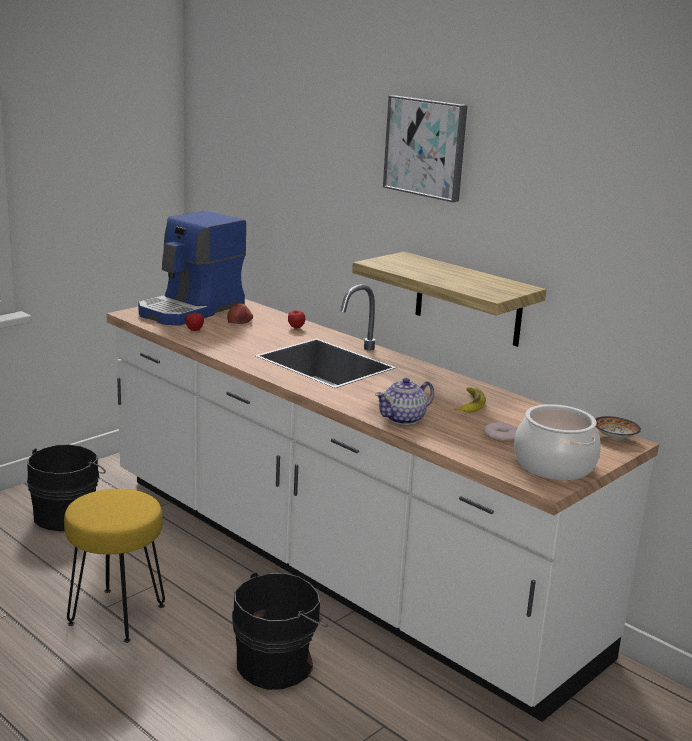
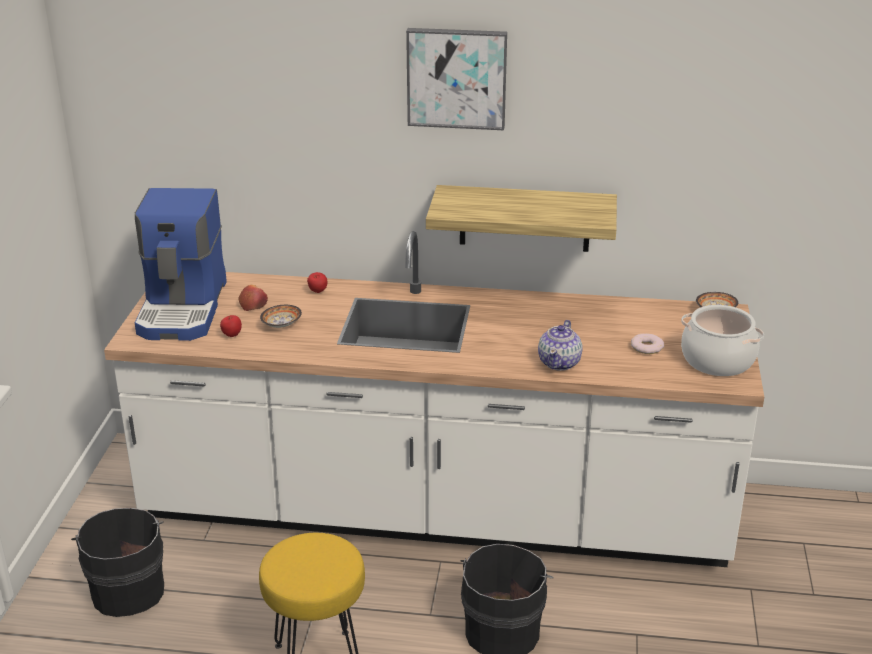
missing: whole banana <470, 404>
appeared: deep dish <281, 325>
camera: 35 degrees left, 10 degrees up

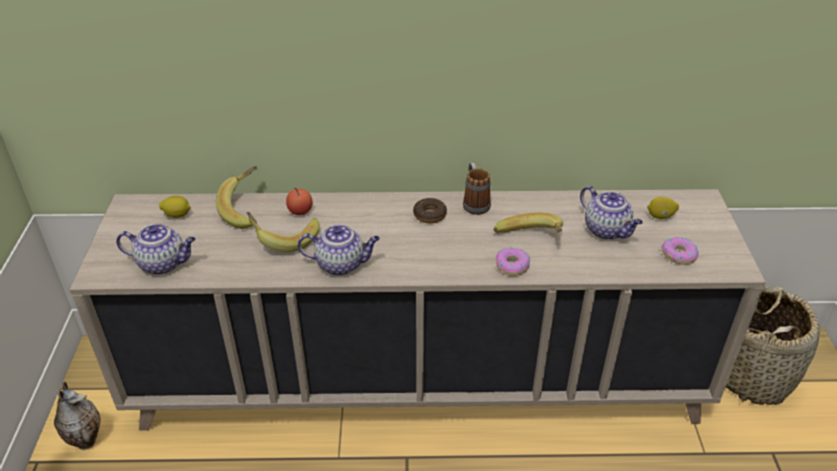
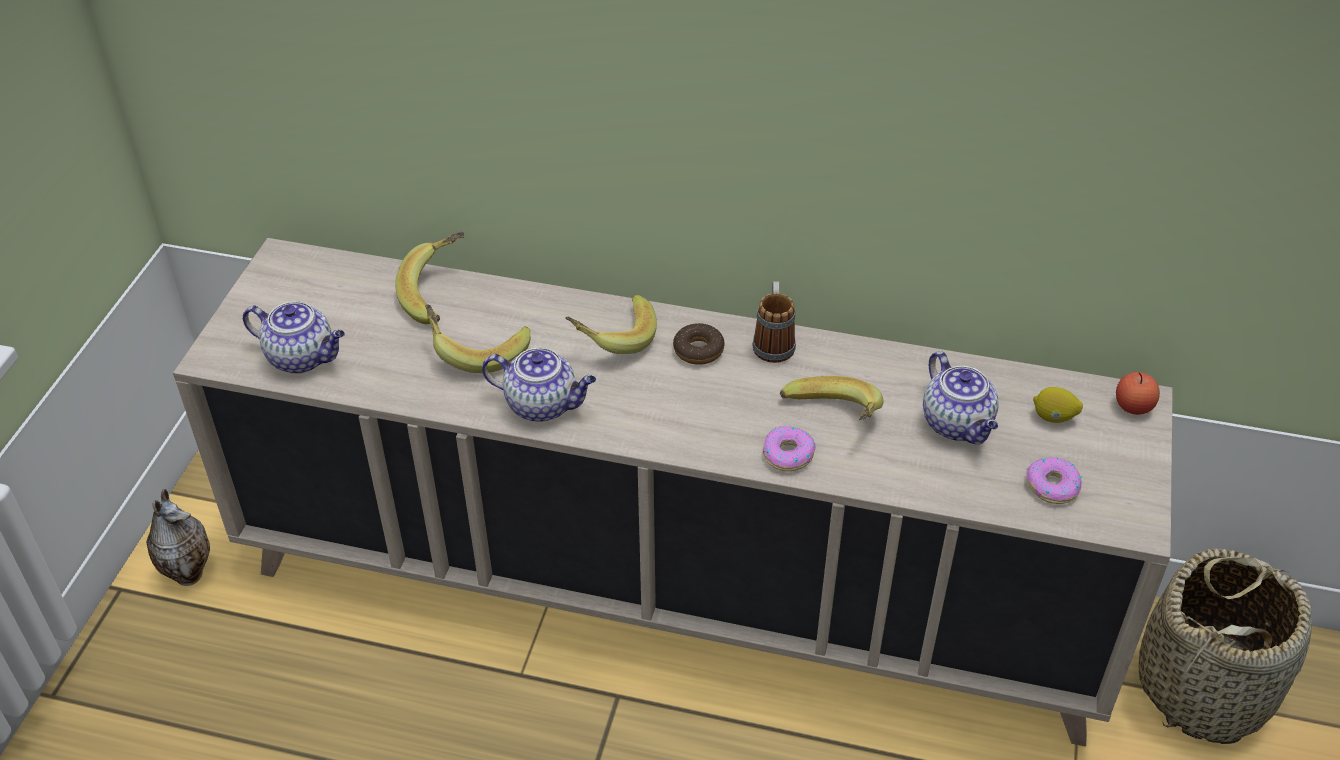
missing: whole lemon <177, 215>
appeared: whole banana <612, 337>
relocated: apple fruit <300, 211> to <1133, 406>
camera: 15 degrees right, 5 degrees up

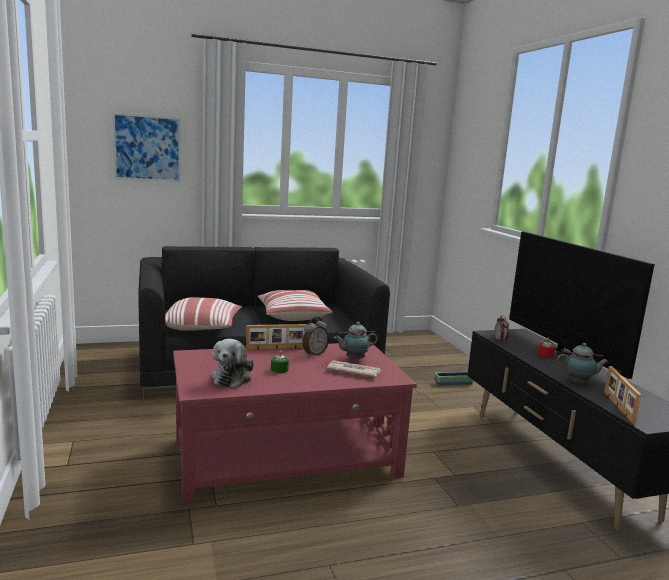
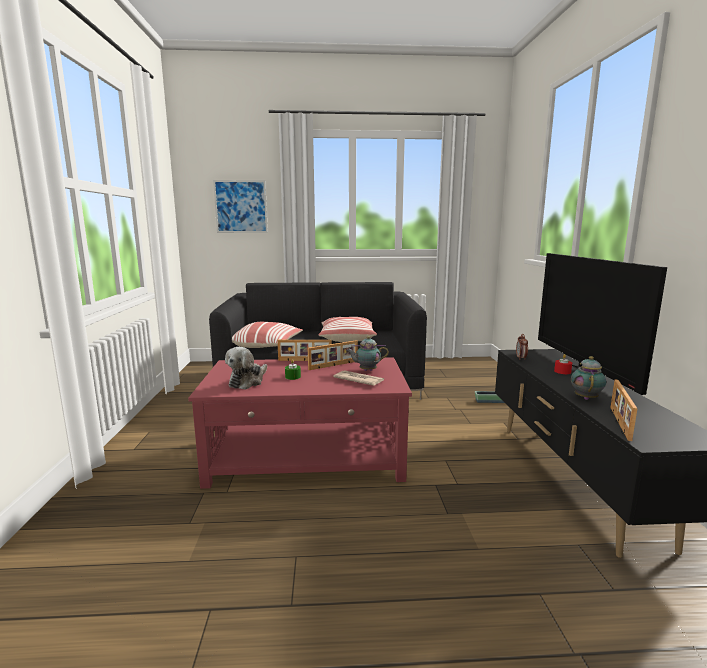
exchanged: table clock <314, 354> to picture frame <334, 365>
spun: teapot <579, 383> = <586, 398> 90 degrees counterclockwise
camera: 15 degrees right, 0 degrees up

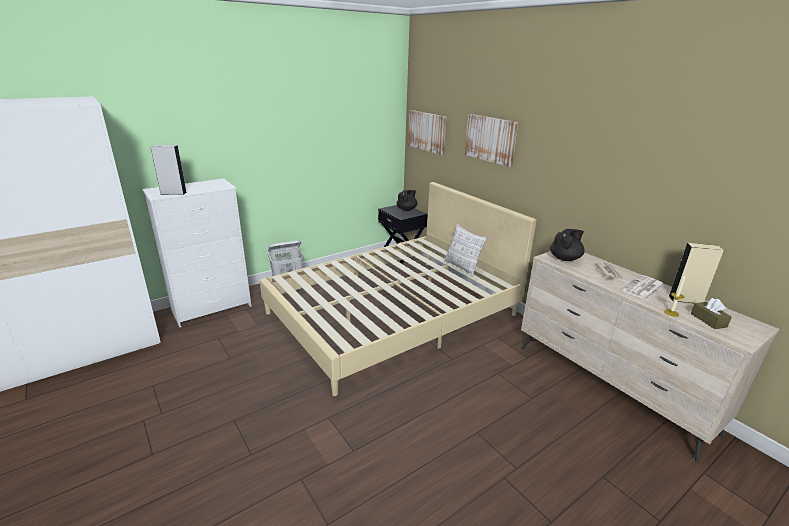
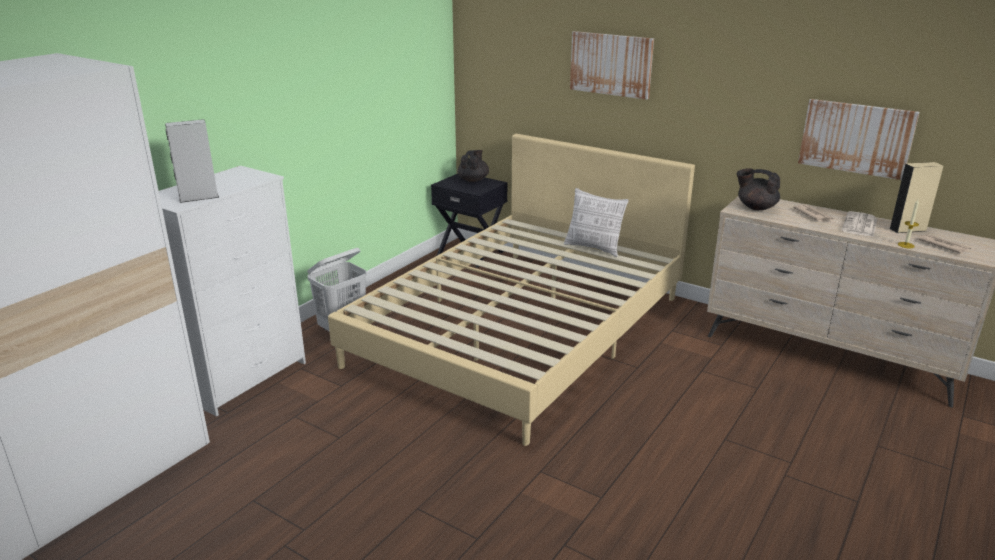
relocated: picture <427, 131> to <856, 138>
exchanged: tissue holder (brown) <708, 320> to printed paper <943, 245>
spun: teapot (blackish) <565, 258> = <755, 207> 90 degrees counterclockwise
camera: 20 degrees left, 0 degrees up

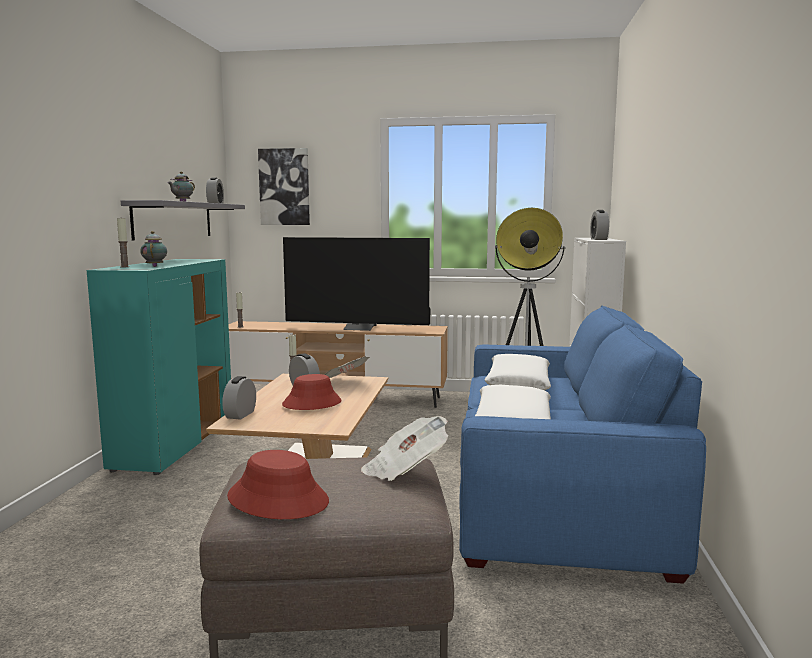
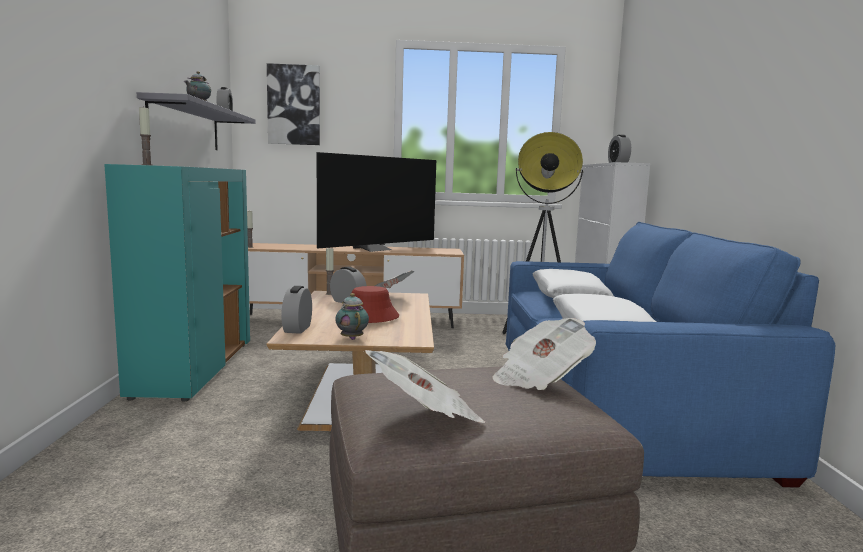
relocated: teapot <155, 266> to <351, 338>
exchanged: wearable hat (reddish) <278, 499> to printed paper <425, 415>
spun: television <359, 328> = <375, 249> 45 degrees counterclockwise
camera: 10 degrees left, 0 degrees up

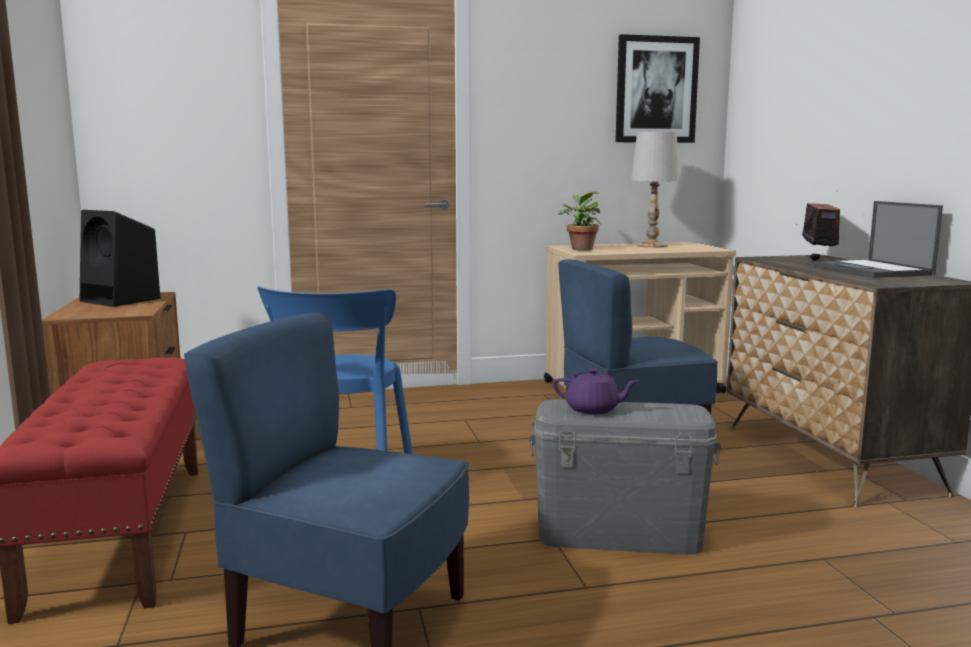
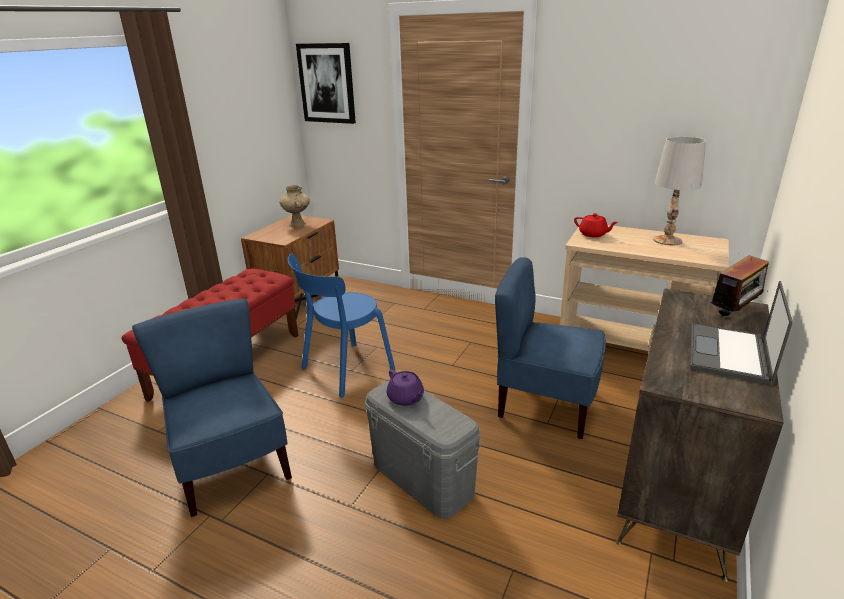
relocated: picture <656, 90> to <327, 83>
exchanged: loudspeaker (blackish) <122, 300> to vase (beige) <298, 224>; houseplant <580, 249> to teapot (reddish) <593, 234>
camera: 40 degrees right, 15 degrees up

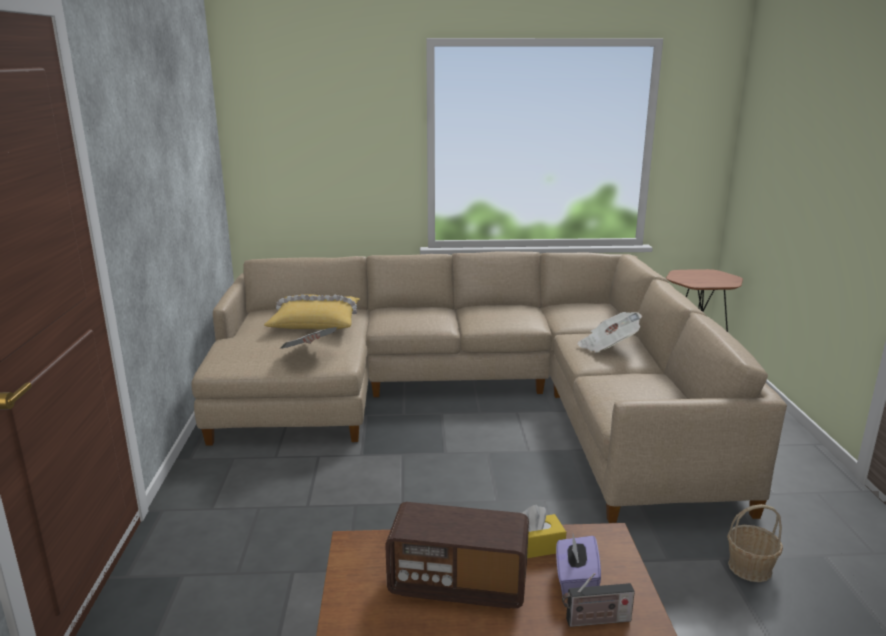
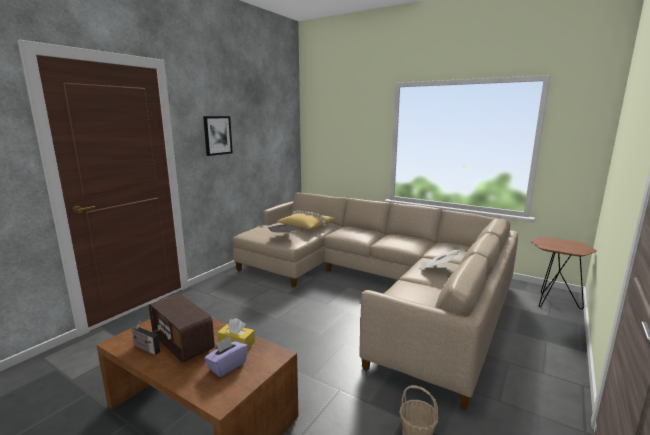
appeared: picture <217, 135>
relocated: radio <595, 621> to <145, 348>
camera: 35 degrees right, 5 degrees down

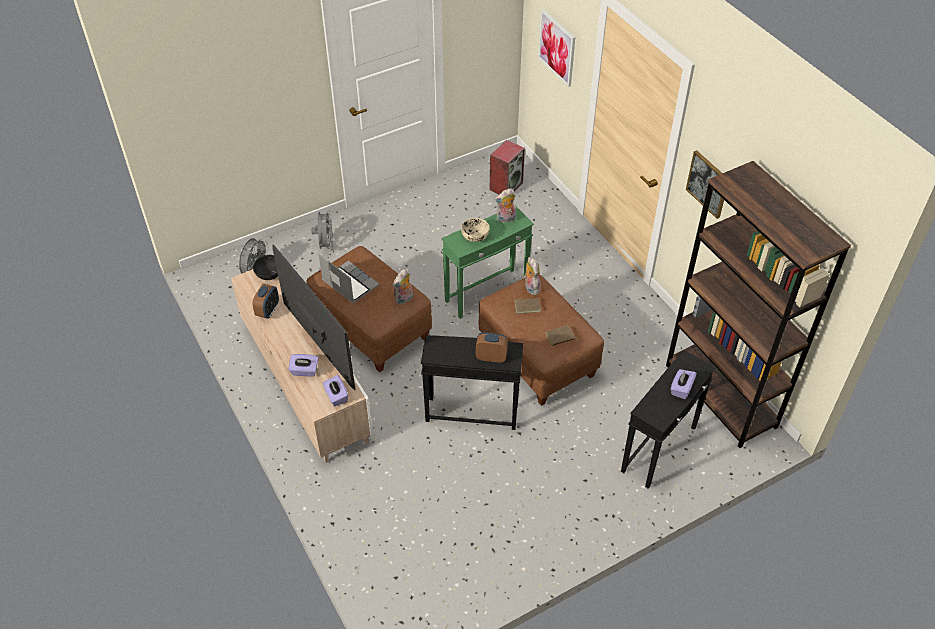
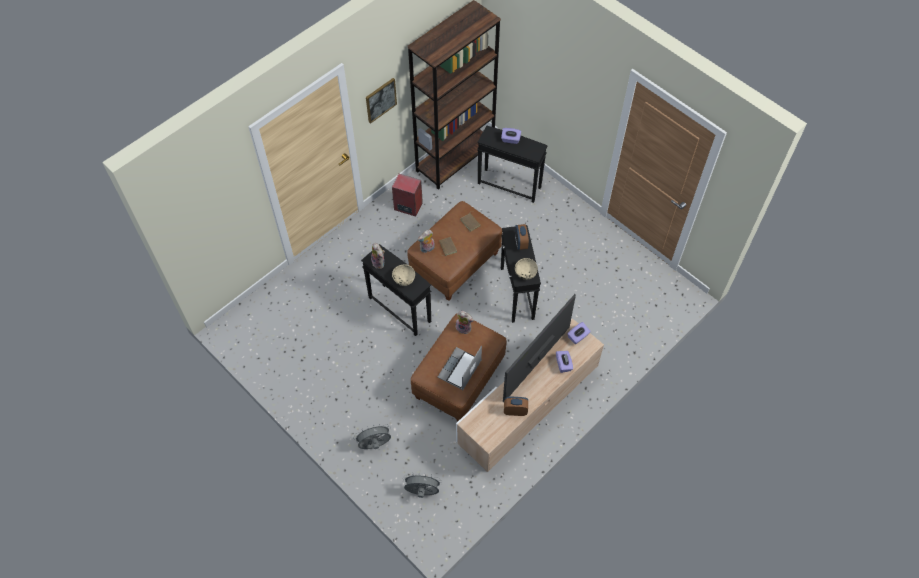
missing: deep dish (blackish) <268, 274>; picture <557, 47>
appeared: deep dish (beige) <525, 273>
relocated: loudspeaker <506, 186> to <407, 206>
colour: accent table (green-coloured) <487, 293> to accent table (blackish) <399, 309>
camera: 105 degrees left, 10 degrees up

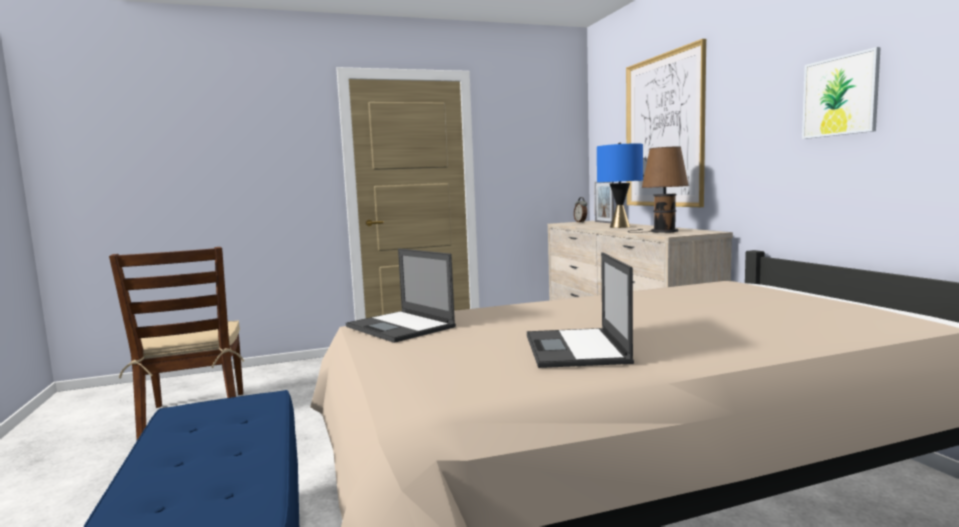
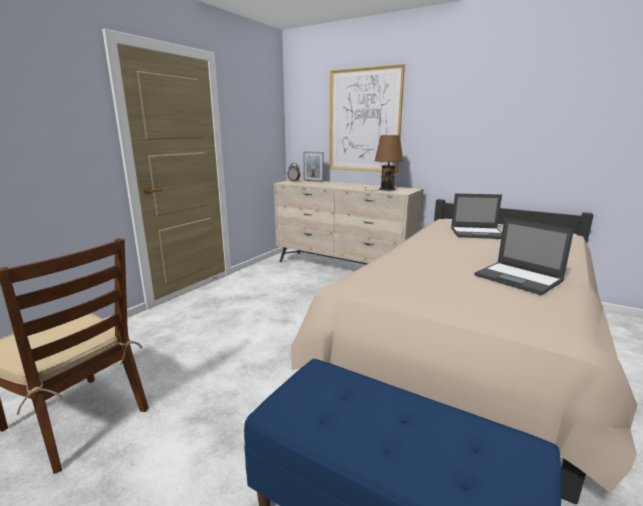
missing: tabletop lamp (blue-coloured) <619, 227>; picture <840, 96>
relocated: notebook computer <401, 327> to <478, 233>
camera: 40 degrees left, 10 degrees up

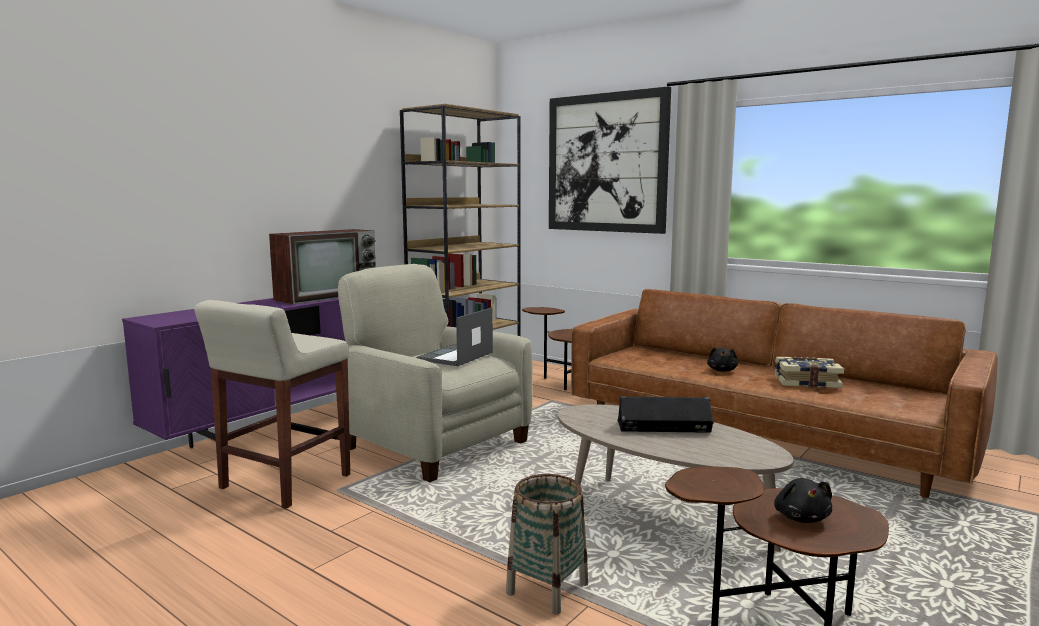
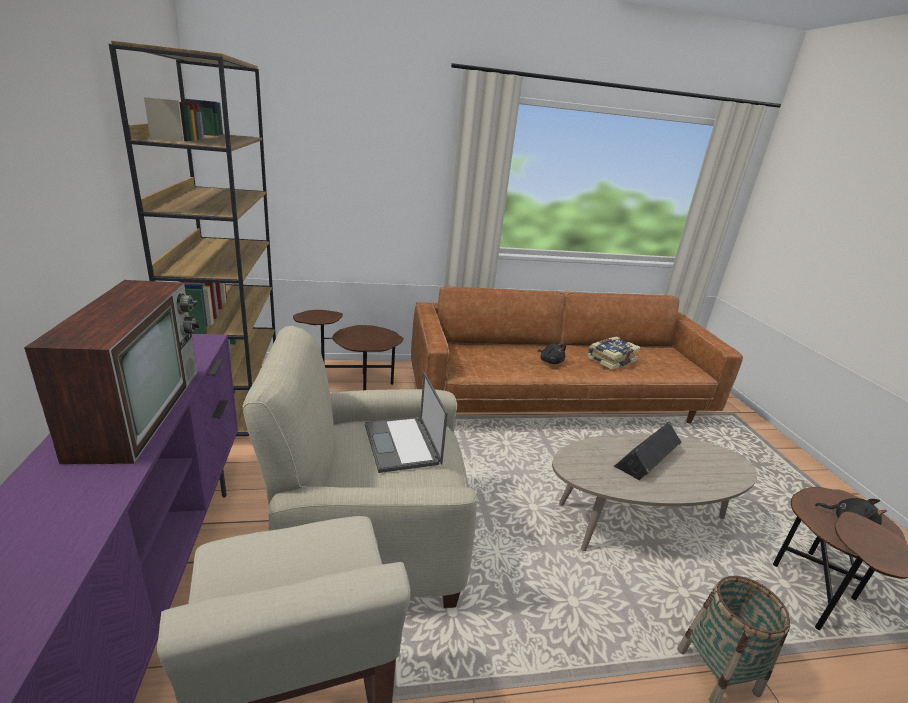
missing: picture <606, 163>
camera: 50 degrees left, 15 degrees up

